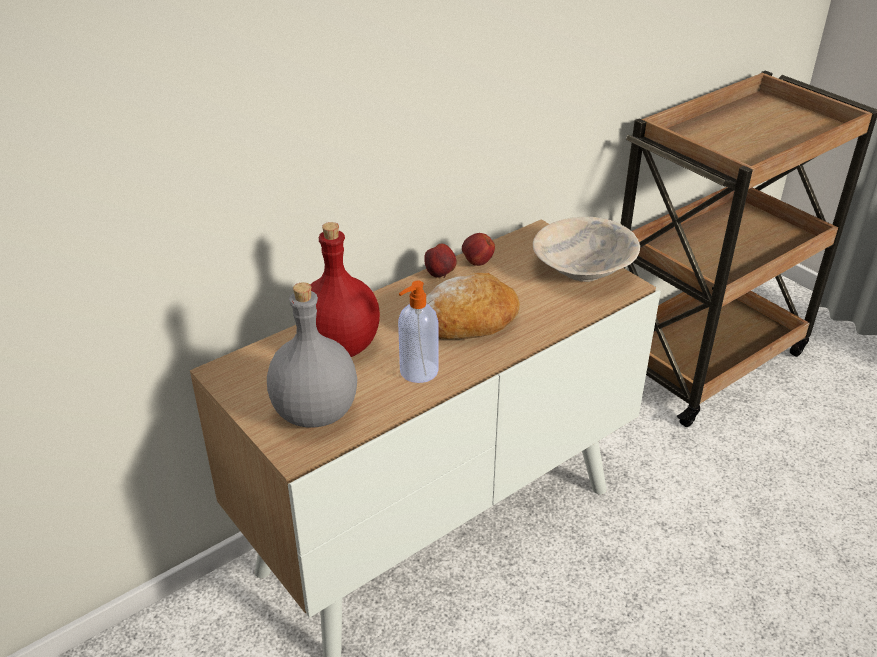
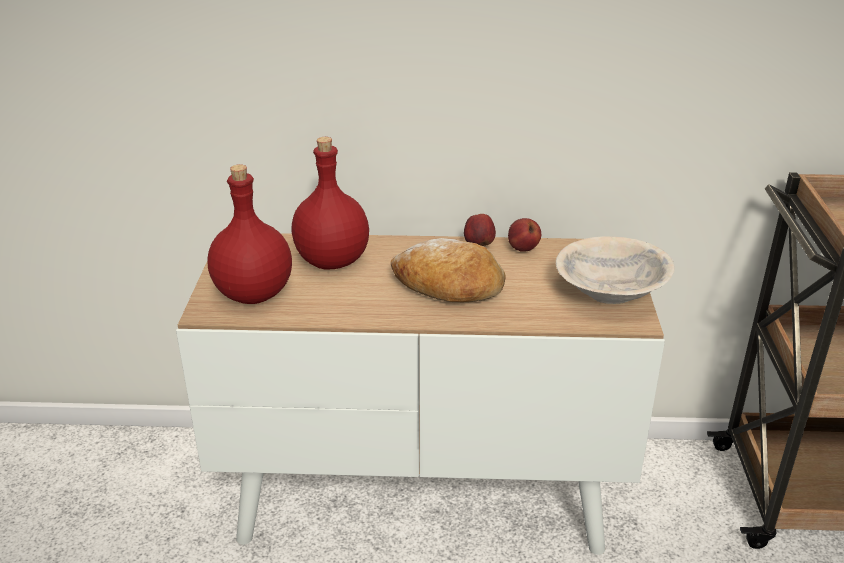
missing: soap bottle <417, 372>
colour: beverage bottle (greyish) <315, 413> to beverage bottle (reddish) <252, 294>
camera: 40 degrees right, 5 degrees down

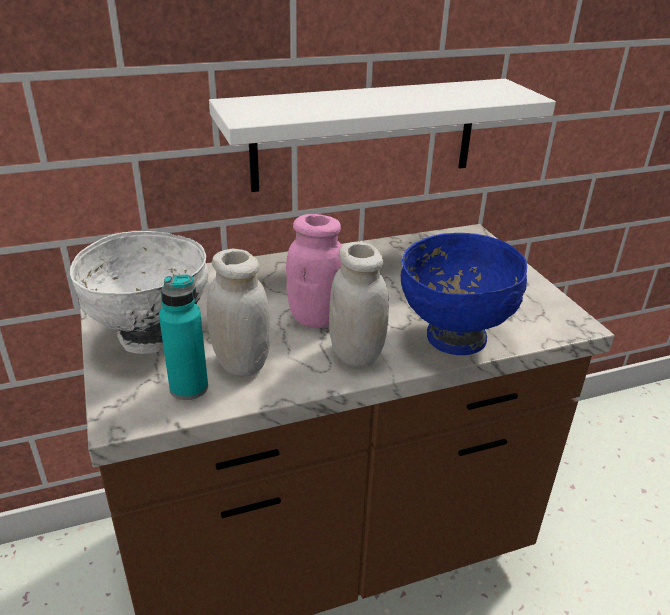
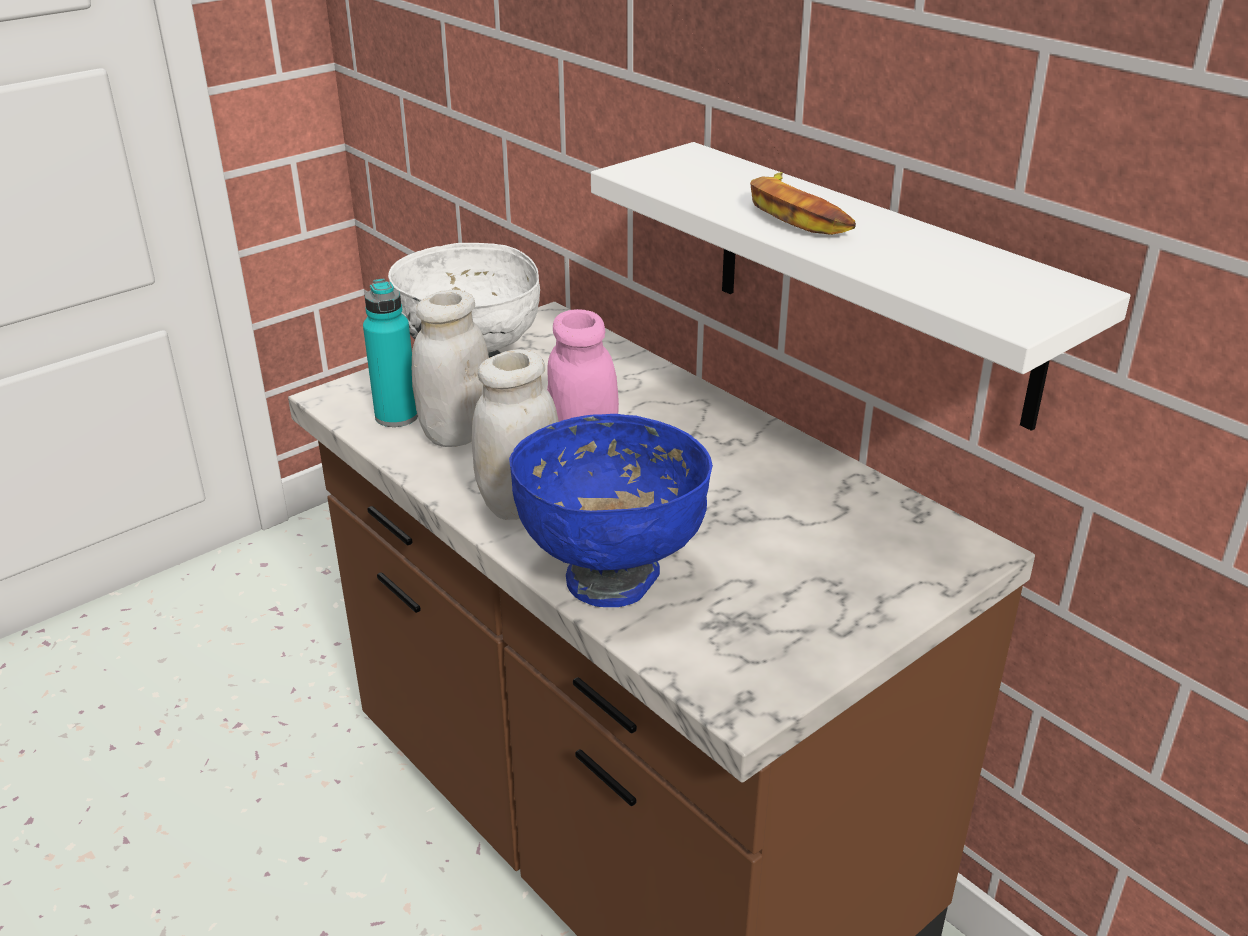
appeared: whole banana <798, 214>
camera: 70 degrees right, 0 degrees up

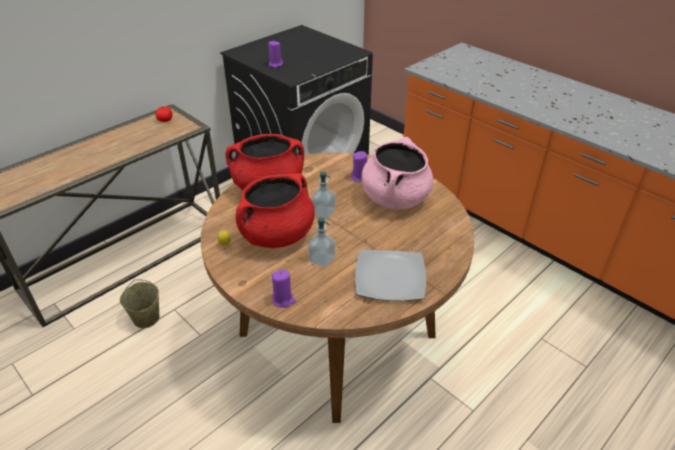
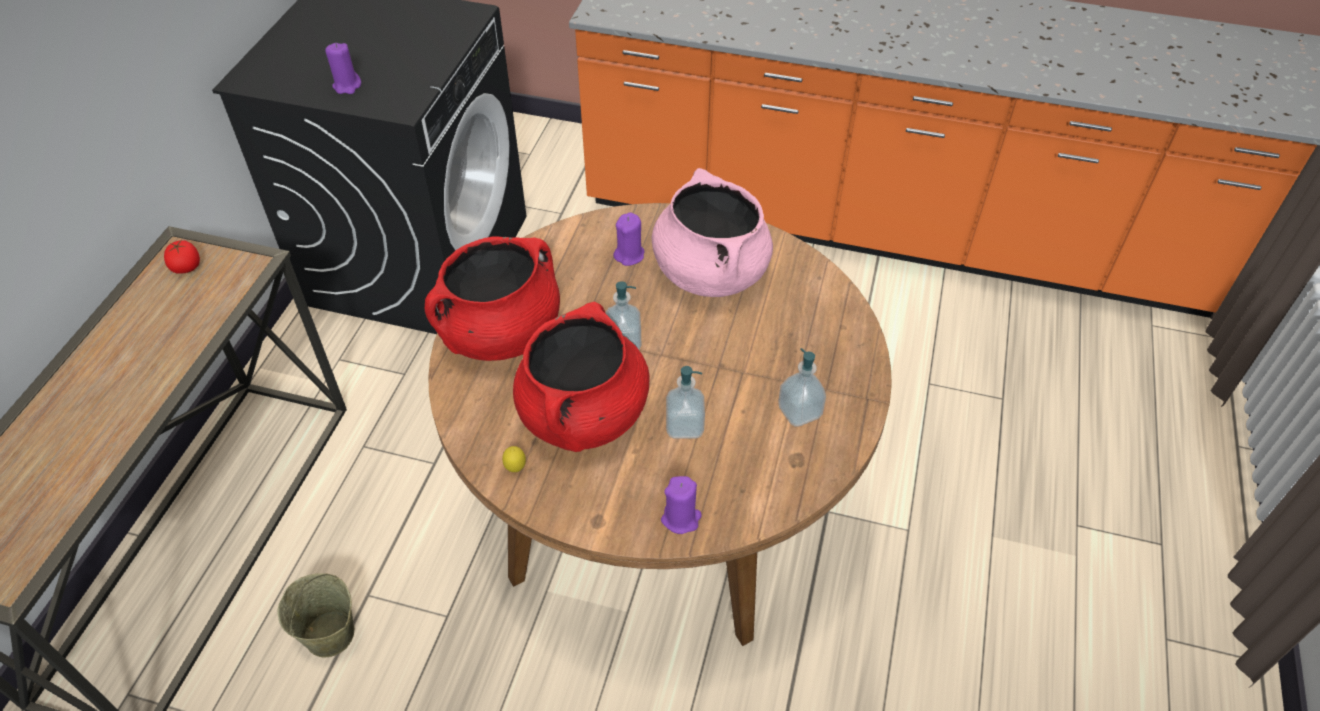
exchanged: plate <389, 278> to soap bottle <799, 412>
camera: 30 degrees left, 10 degrees up

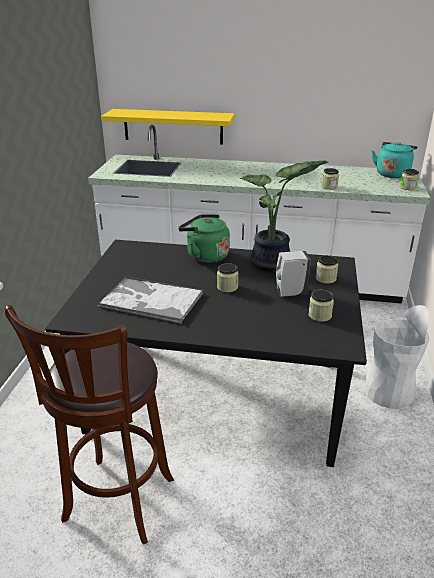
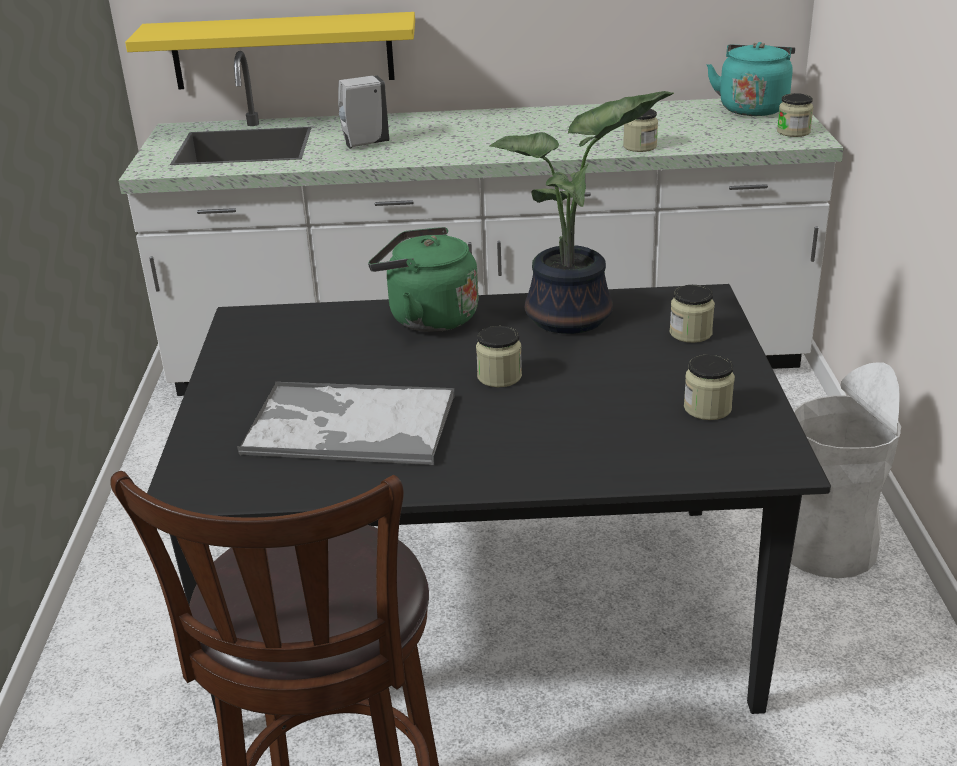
relocated: soap bottle (white-coloured) <289, 293> to <364, 144>
camera: 10 degrees left, 0 degrees up

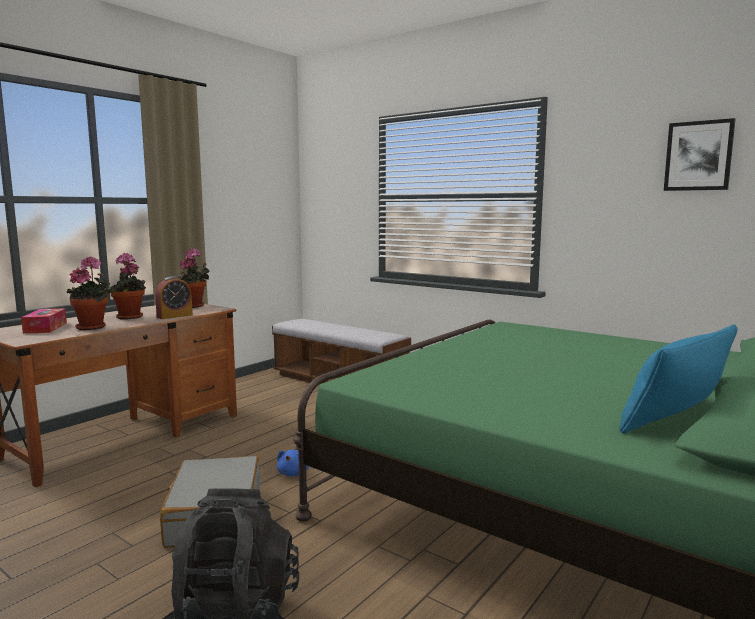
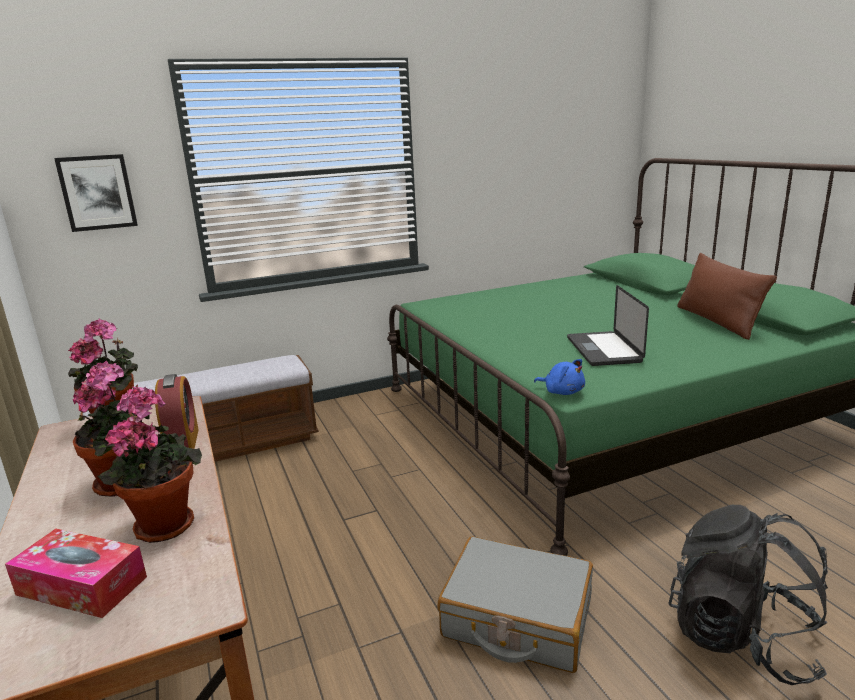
appeared: notebook computer <603, 350>
relocated: picture <698, 156> to <97, 192>; soft toy (blue-coloured) <294, 473> to <562, 392>
colour: pillow (blue-coloured) <675, 416> to pillow (brown) <717, 321>
camera: 60 degrees left, 10 degrees up

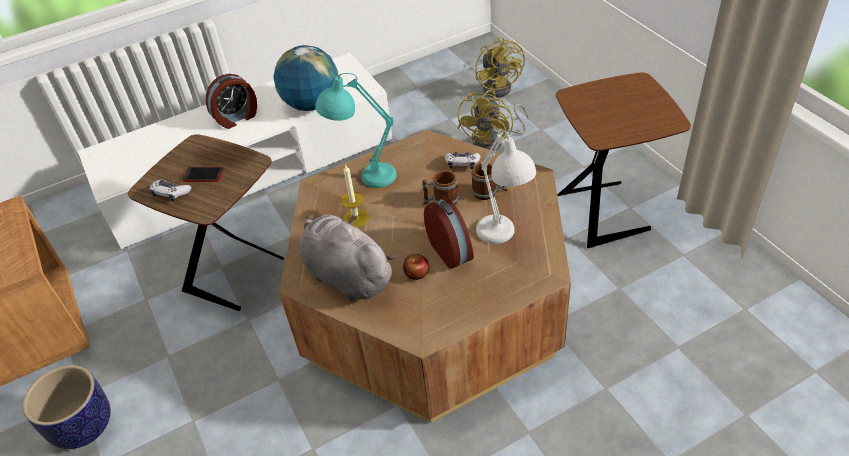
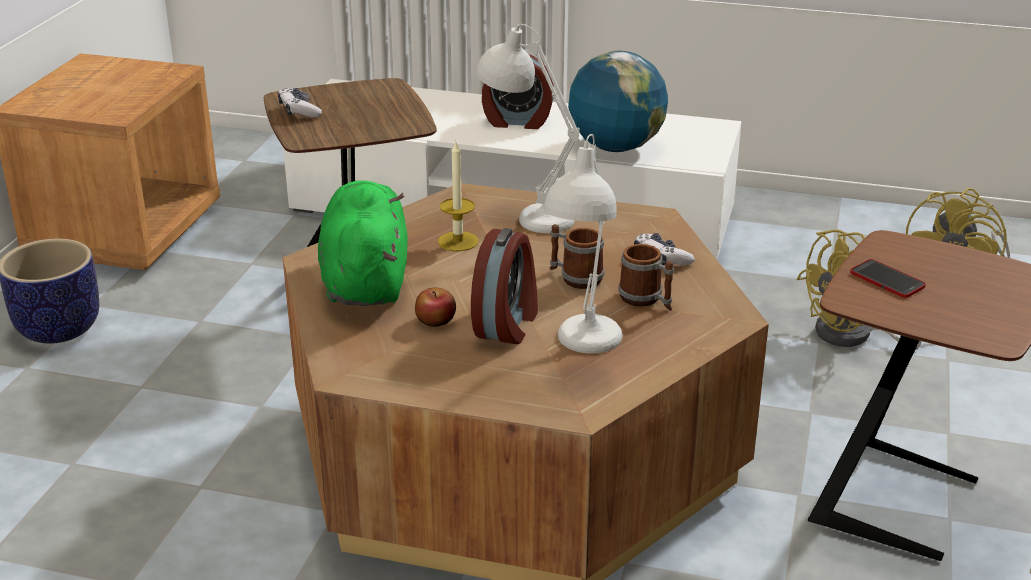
relocated: handset <203, 175> to <887, 280>
colour: soft toy (greyish) <346, 275> to soft toy (green-coloured) <365, 280>; tabletop lamp (blue-green) <364, 178> to tabletop lamp (white-coloured) <526, 214>
camera: 40 degrees right, 15 degrees down

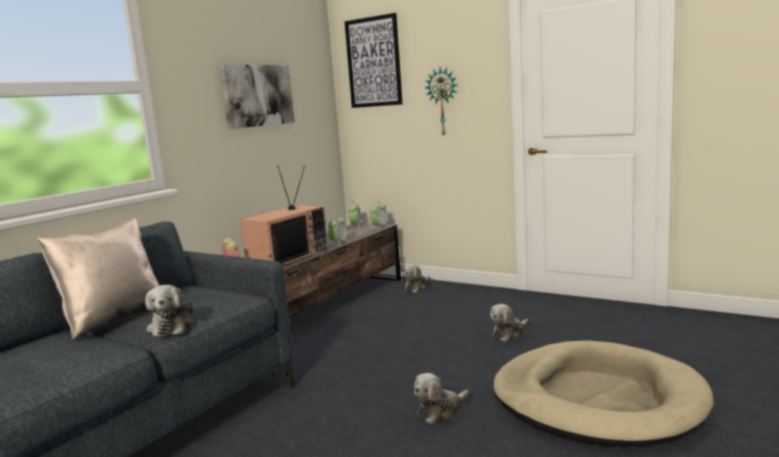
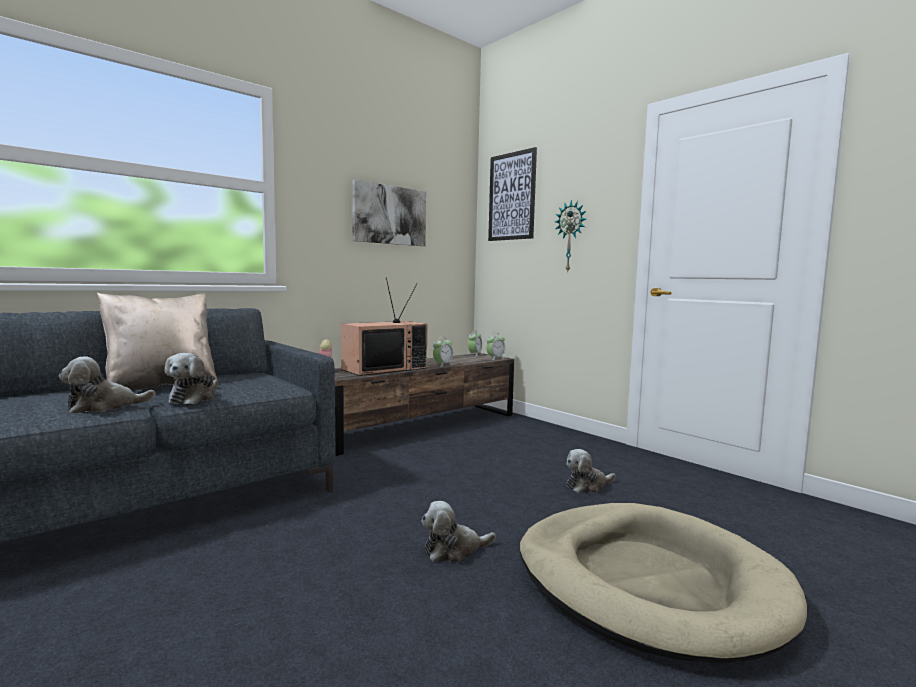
relocated: soft toy <417, 287> to <104, 406>
camera: 15 degrees right, 5 degrees down

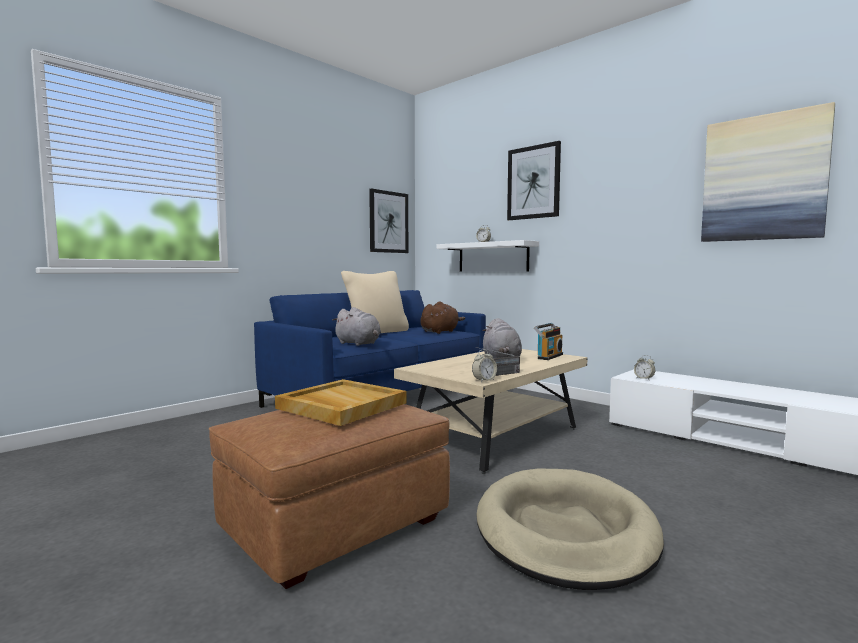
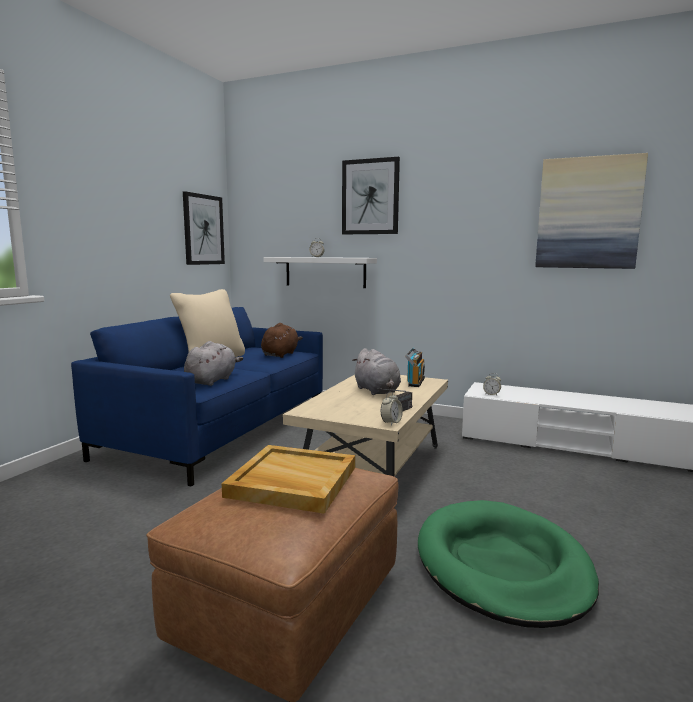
colour: dog bed (beige) <565, 531> to dog bed (green-coloured) <502, 566>
spun: soft toy (greyish) <359, 344> = <212, 380> 90 degrees counterclockwise
camera: 20 degrees left, 5 degrees up

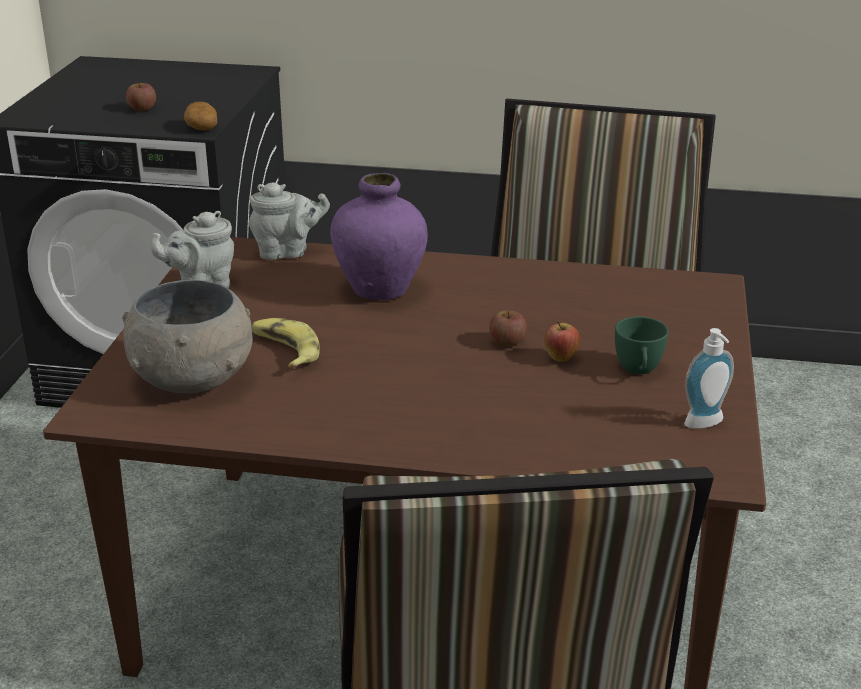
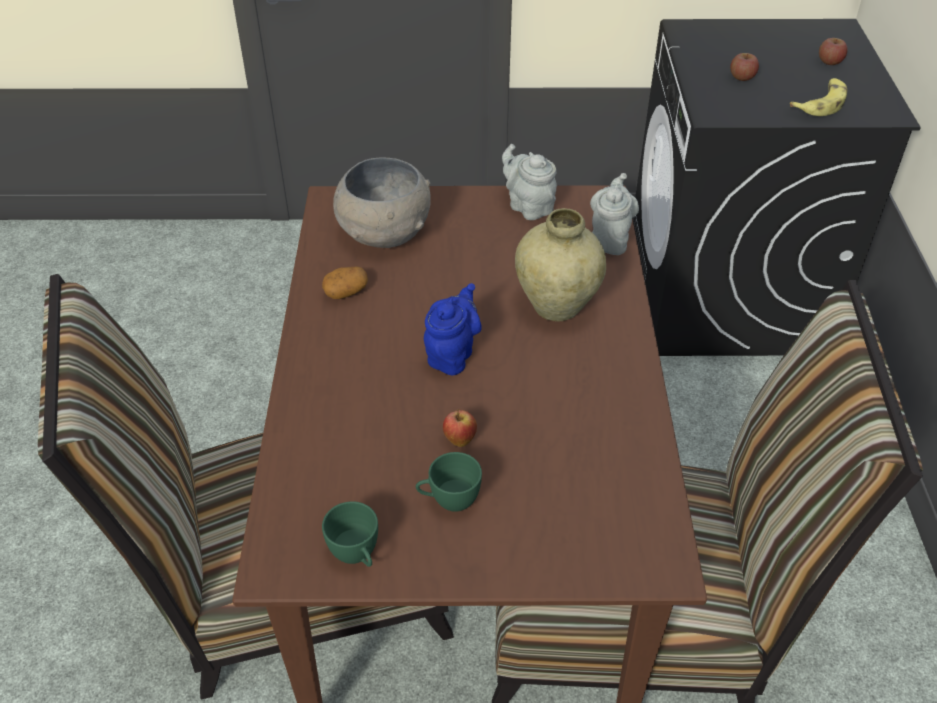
appeared: teapot (blue-coloured) <452, 354>
relocated: whole potato <201, 127> to <346, 291>; whole banana <285, 351> to <820, 103>; apple fruit <507, 342> to <830, 62>
exchanged: soap bottle <706, 424> to cup (green-coloured) <357, 555>
colour: vase (purple-coloured) <380, 290> to vase (beige) <556, 306>
spun: teapot (greyish) <287, 252> = <610, 239> 150 degrees counterclockwise
camera: 80 degrees right, 15 degrees up

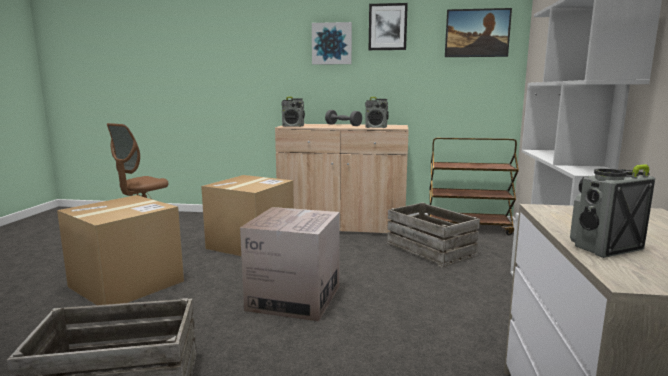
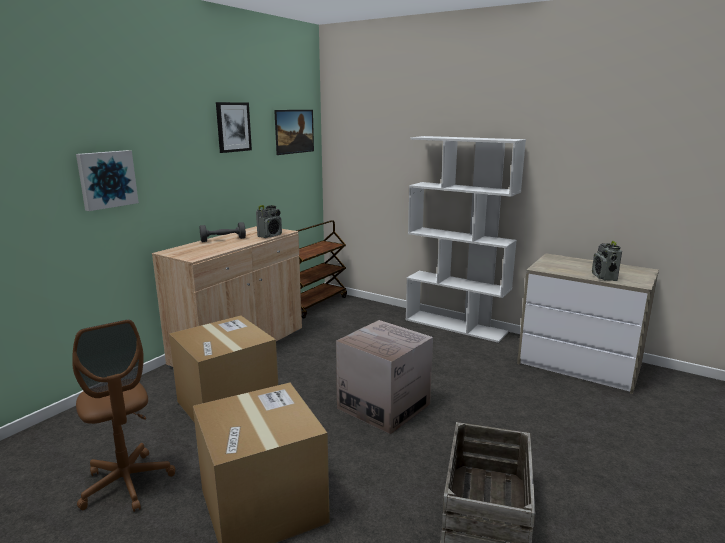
missing: radio <293, 126>; packing crate <431, 250>
relocated: picture <332, 43> to <107, 179>
camera: 65 degrees left, 5 degrees up

